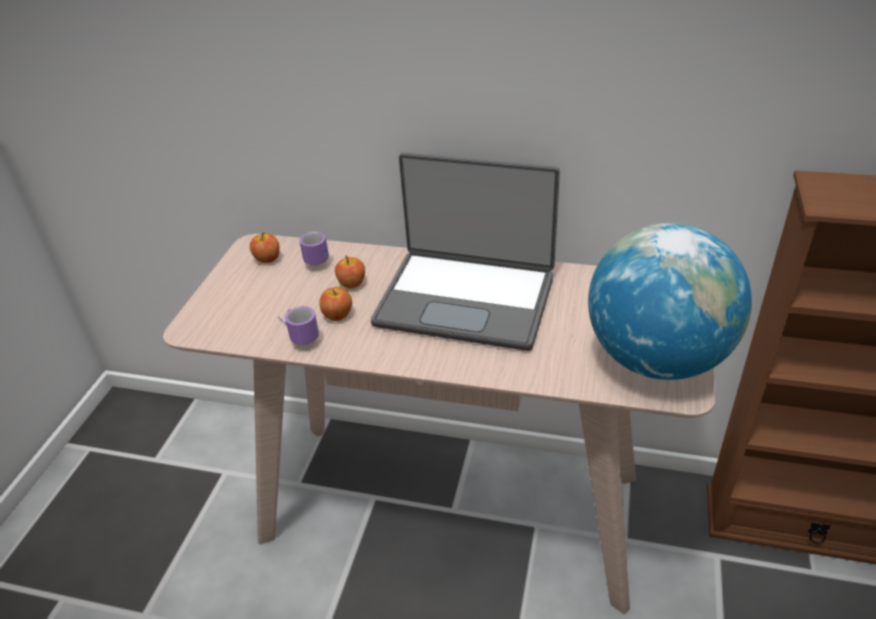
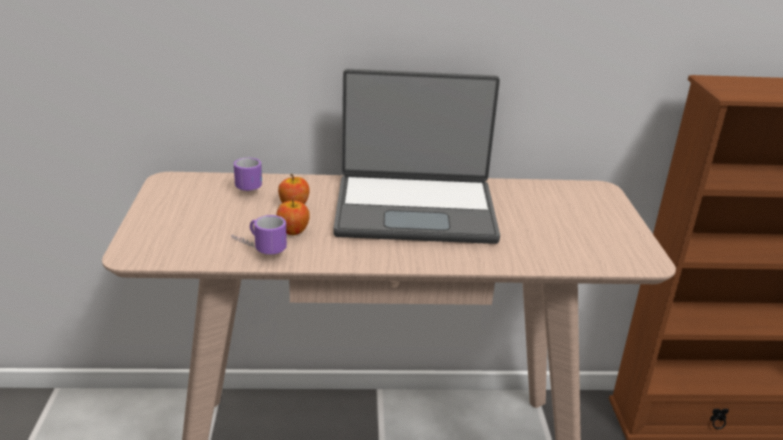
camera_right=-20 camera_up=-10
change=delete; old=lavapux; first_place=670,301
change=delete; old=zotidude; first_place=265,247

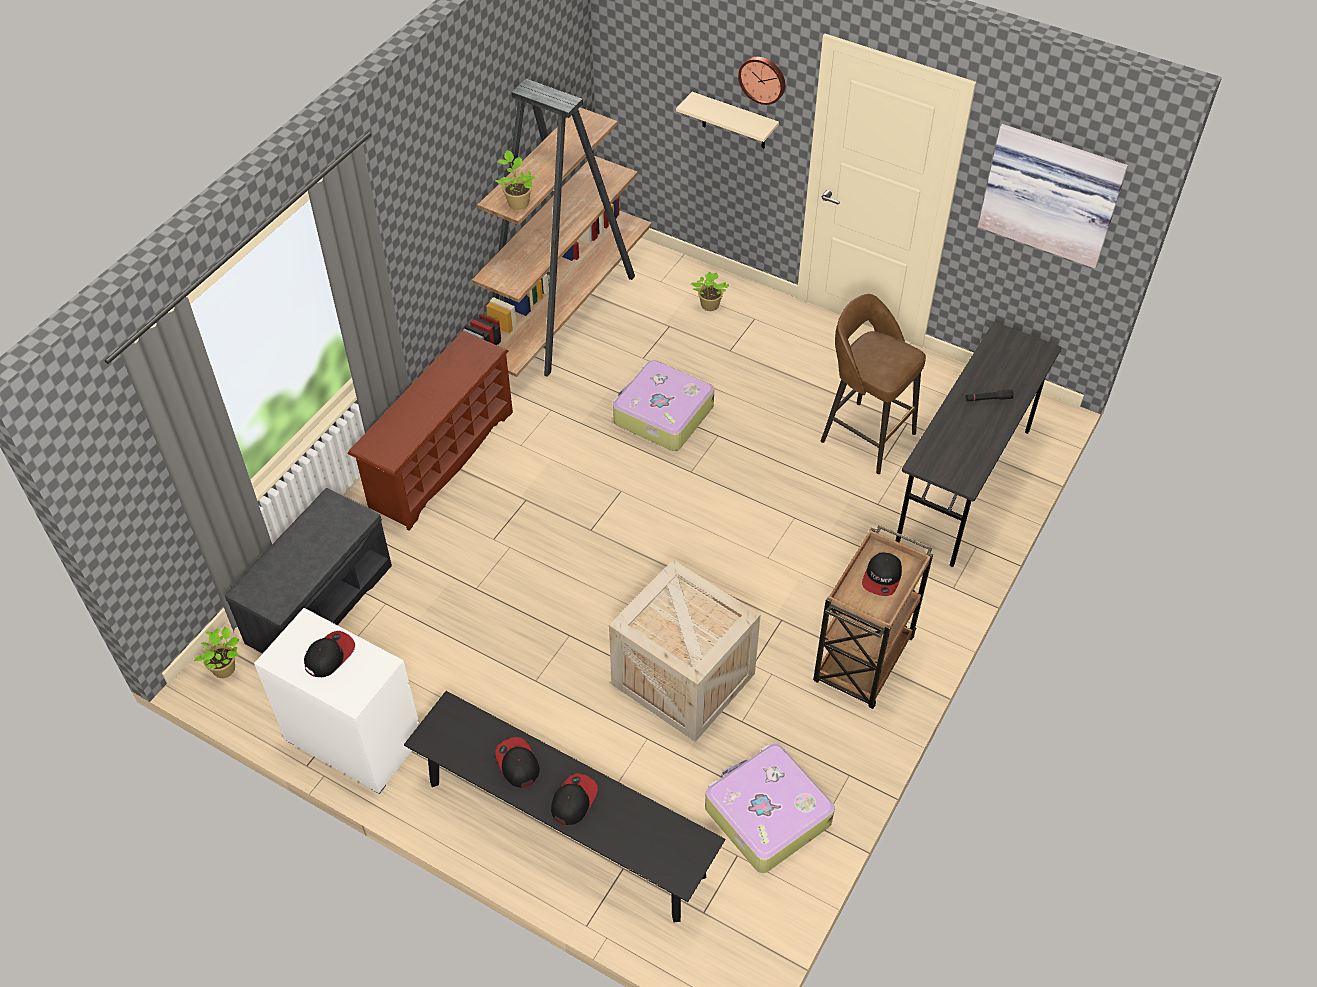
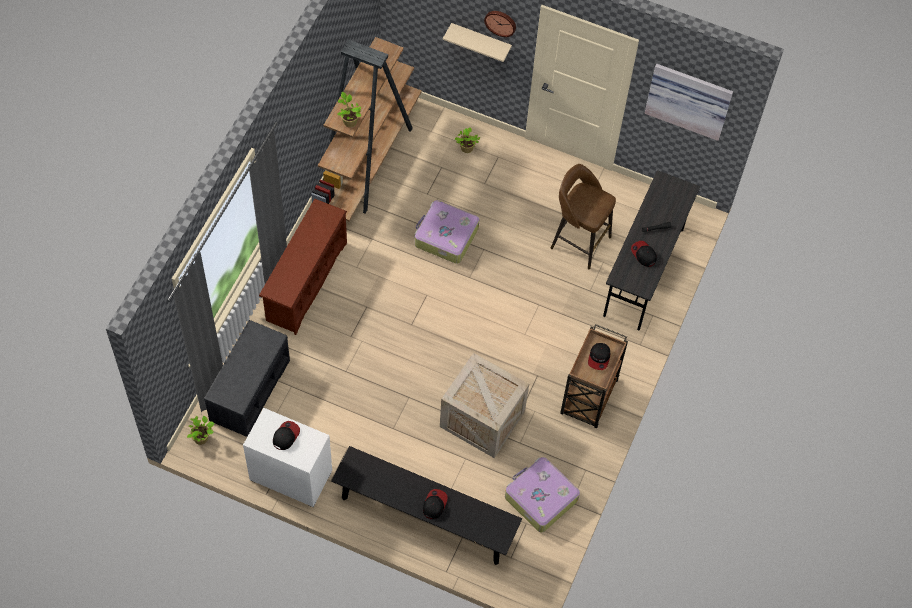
camera_right=-10 camera_up=10
change=move; old=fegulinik; first_place=517,762; second_place=644,254

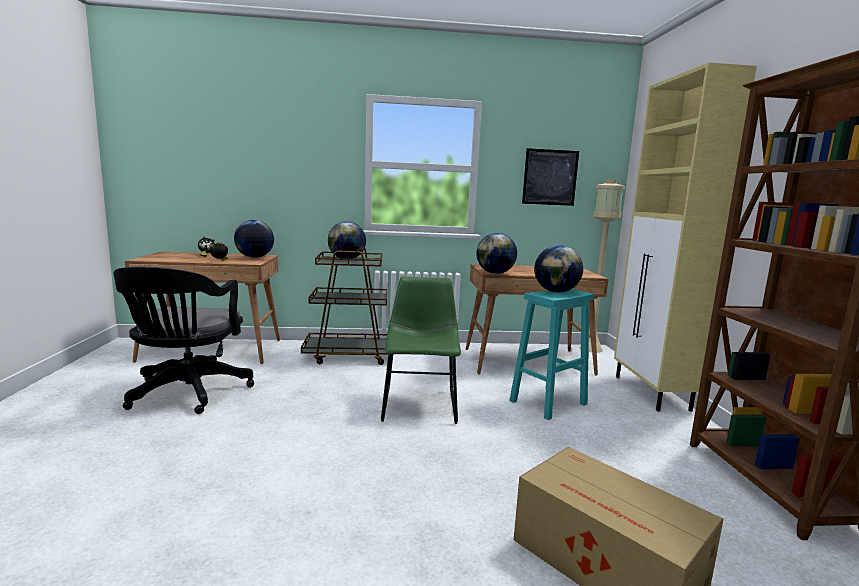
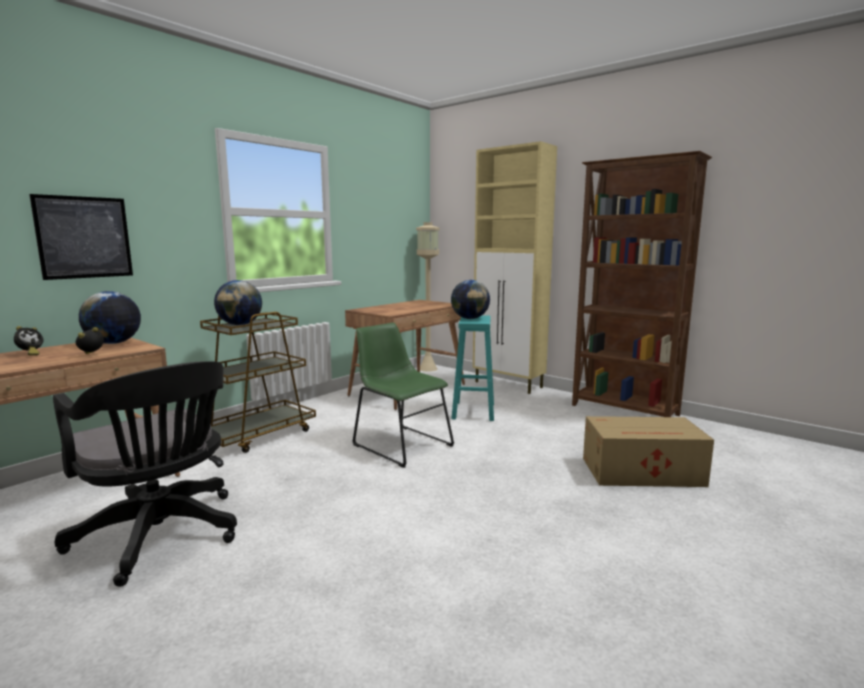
camera_right=-45 camera_up=0
change=move; old=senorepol; first_place=550,177; second_place=81,237
change=delete; old=lavapux; first_place=496,253

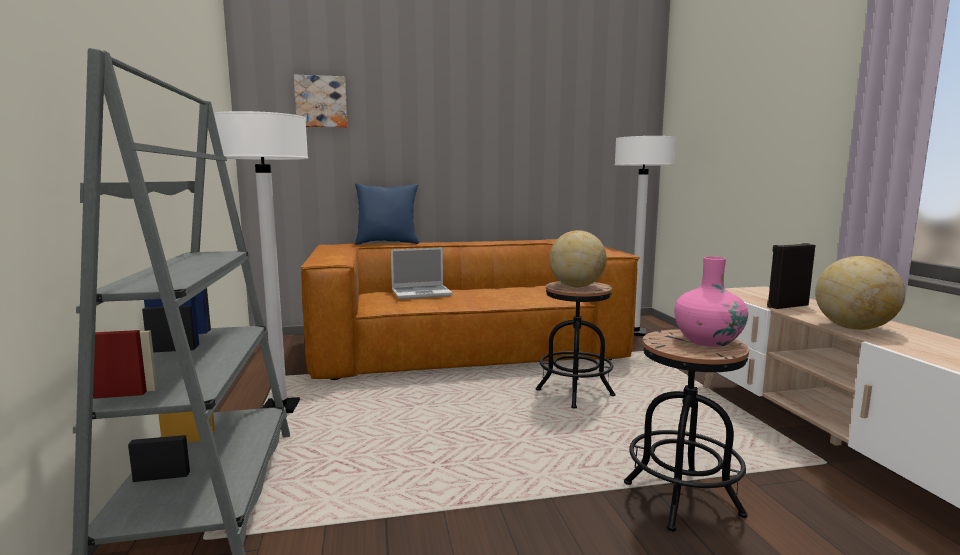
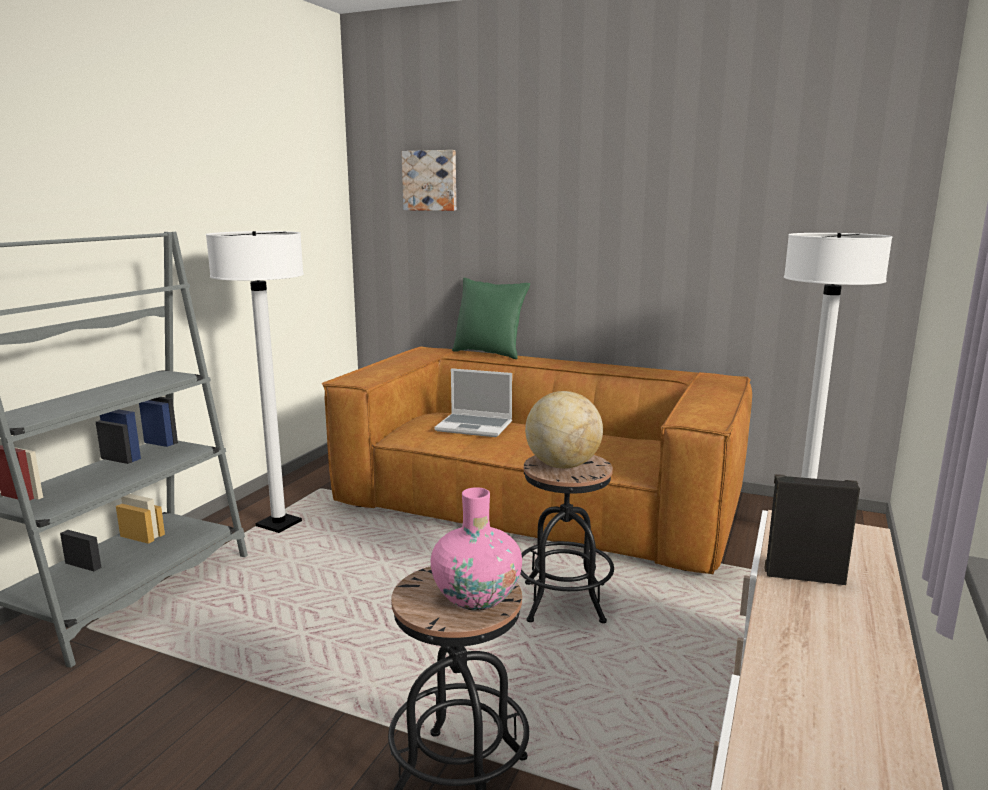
camera_right=35 camera_up=5
change=recolor; old=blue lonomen; new=green lonomen; first_place=387,214; second_place=491,318
change=delete; old=lavapux; first_place=860,293

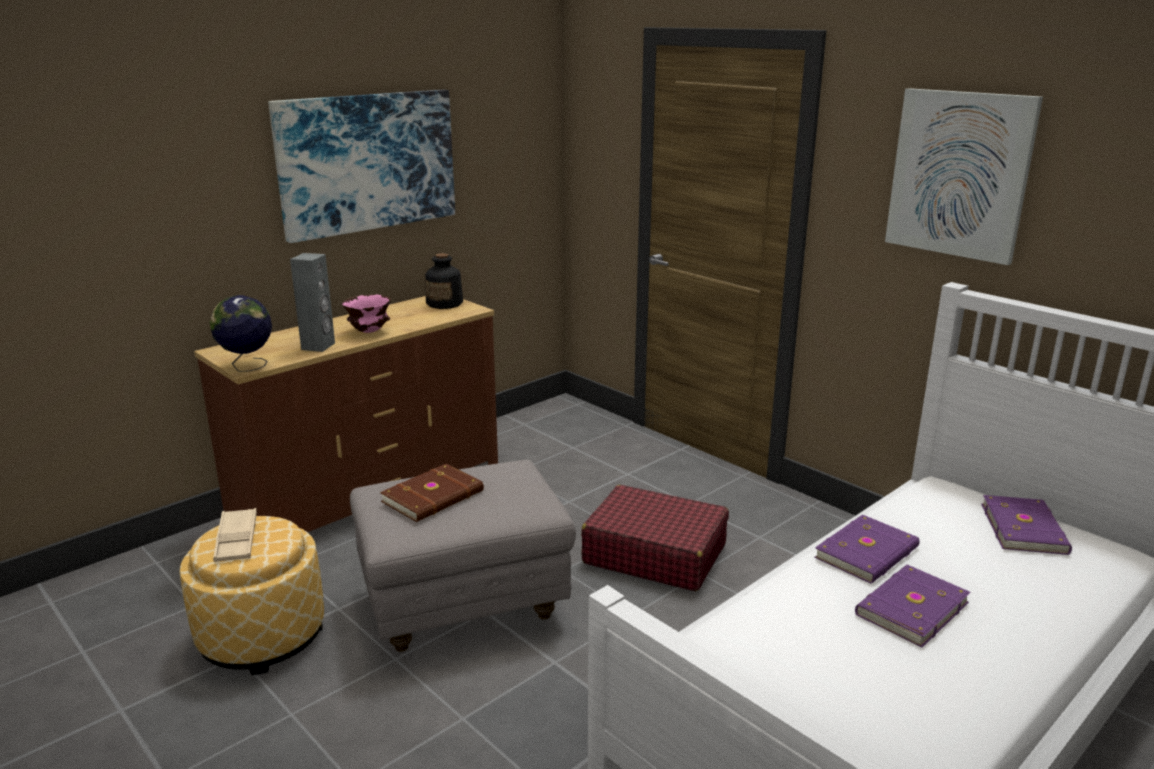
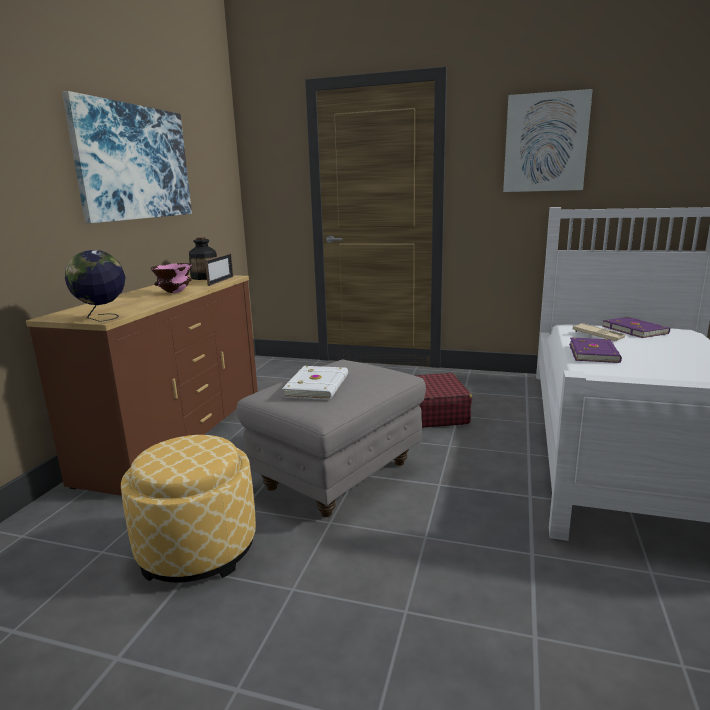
camera_right=-30 camera_up=-5
change=delete; old=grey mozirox; first_place=312,302
change=recolor; old=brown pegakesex; new=white pegakesex; first_place=432,493; second_place=315,383
change=move; old=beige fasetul; first_place=235,535; second_place=599,332
change=delete; old=purple pegakesex; first_place=913,606
change=insert; new=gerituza; second_place=219,269

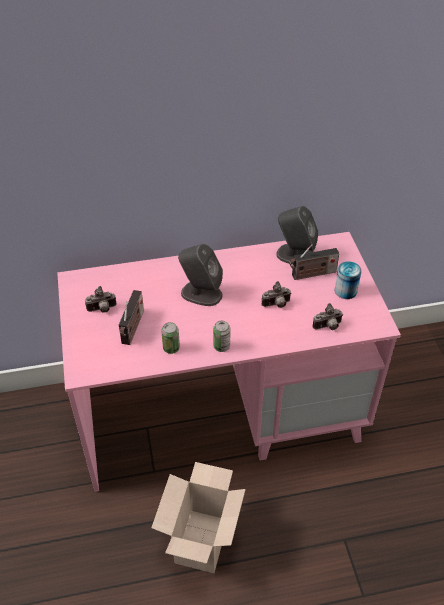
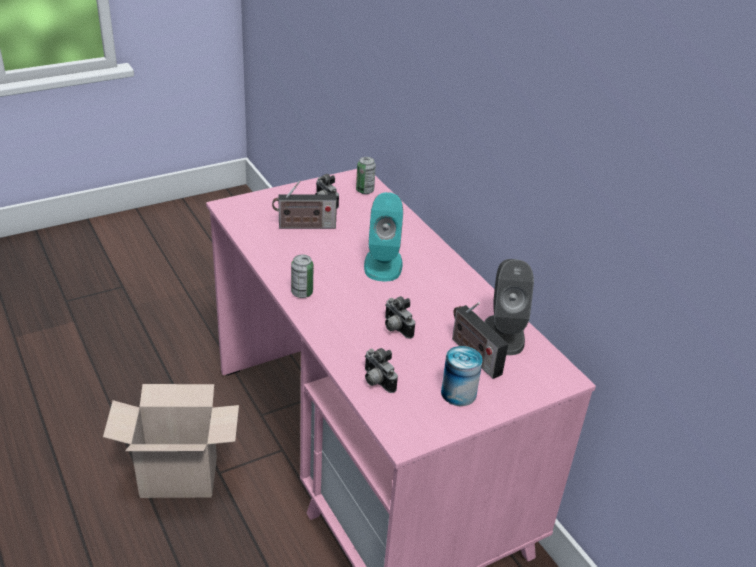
camera_right=70 camera_up=-10
change=recolor; old=grey mozirox; new=turquoise mozirox; first_place=200,275; second_place=383,236
change=move; old=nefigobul; first_place=170,338; second_place=366,175

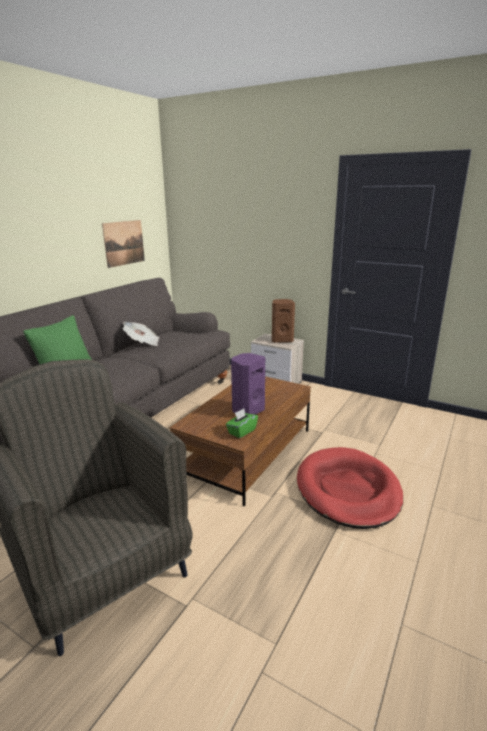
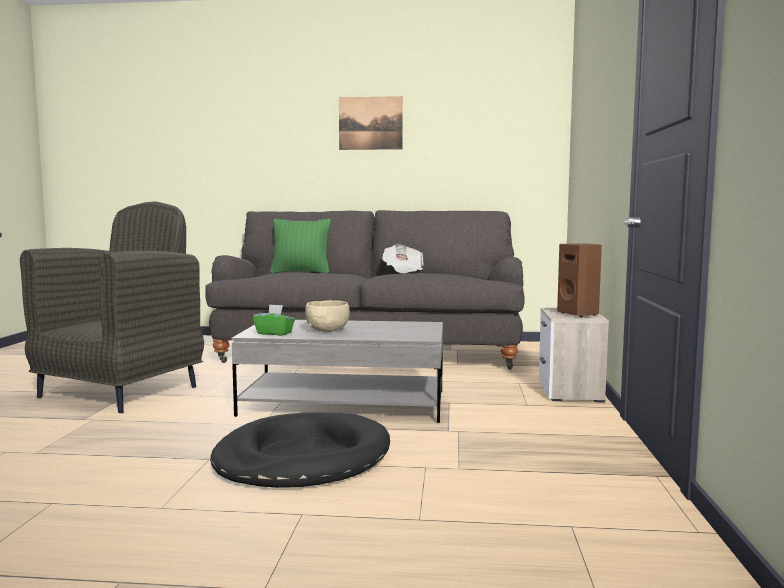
camera_right=65 camera_up=-15
change=move; old=senorepol; first_place=123,244; second_place=371,123
change=replace; old=purple mozirox; new=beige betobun; first_place=248,384; second_place=327,316
change=recolor; old=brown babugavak; new=grey babugavak; first_place=240,441; second_place=337,371
change=recolor; old=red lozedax; new=black lozedax; first_place=350,488; second_place=300,450

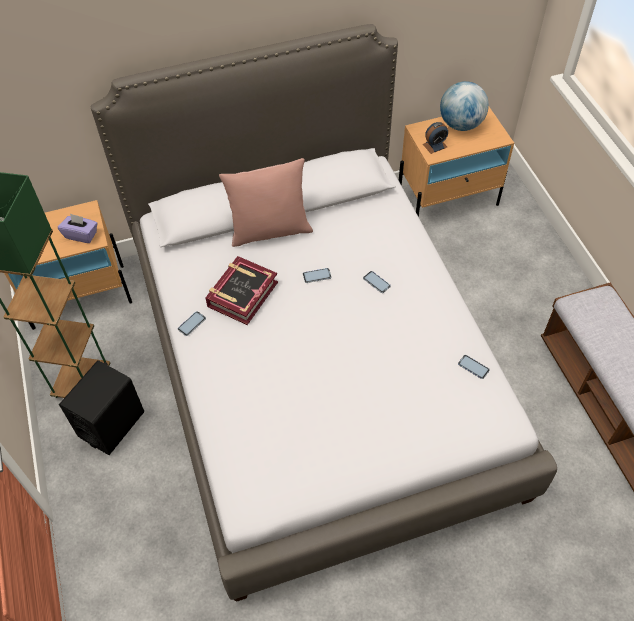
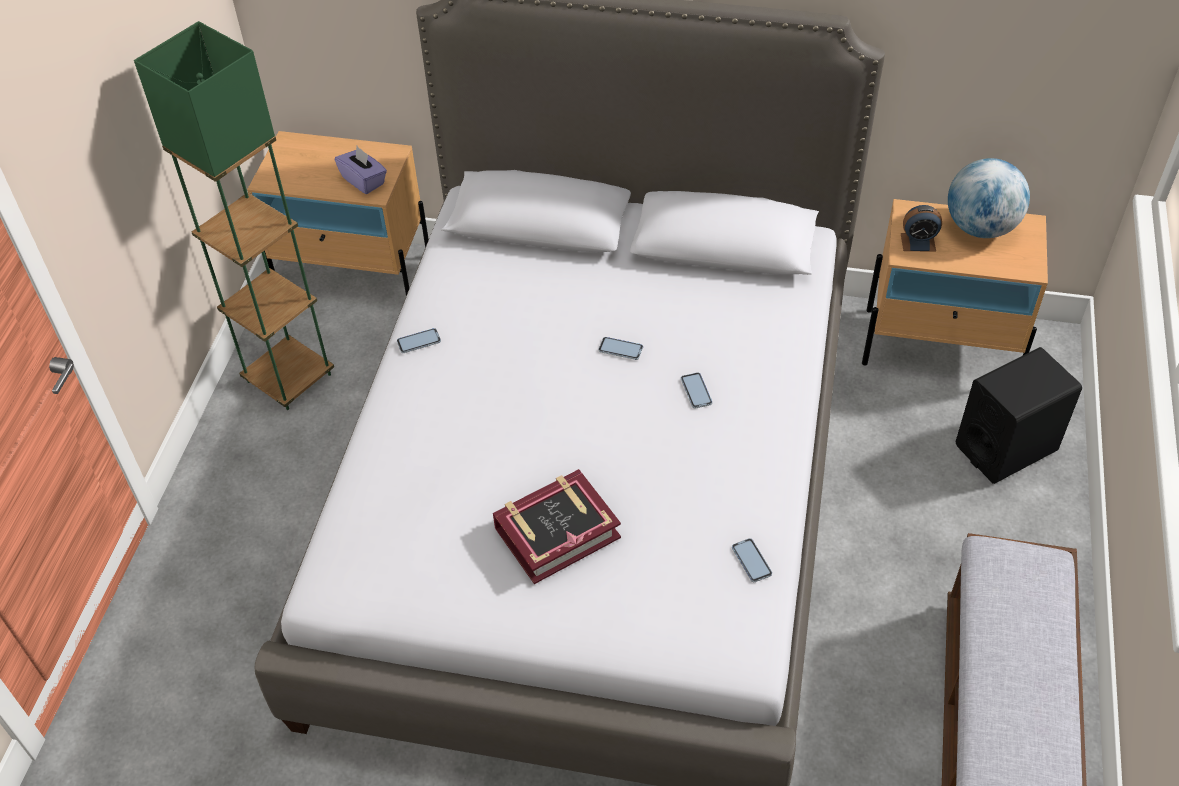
camera_right=30 camera_up=-5
change=delete; old=pink lonomen; first_place=266,202
change=move; old=pegakesex; first_place=242,290; second_place=557,526
change=move; old=black mozirox; first_place=102,407; second_place=1019,415

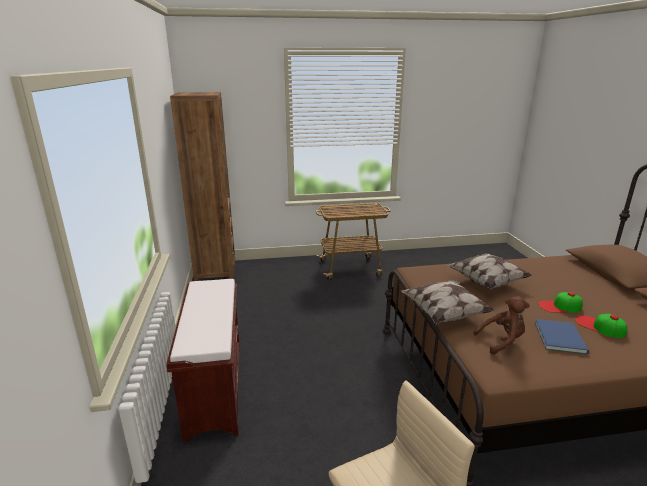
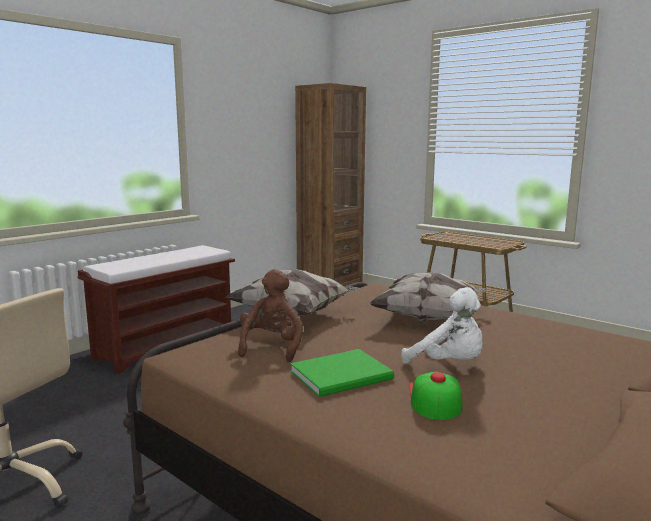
camera_right=50 camera_up=-10
change=replace; old=fegulinik; new=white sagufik; first_place=560,302; second_place=442,325
change=rotate; old=brown sagufik; first_place=501,325; second_place=270,315; degrees=-120
change=recolor; old=blue pegakesex; new=green pegakesex; first_place=562,336; second_place=342,373

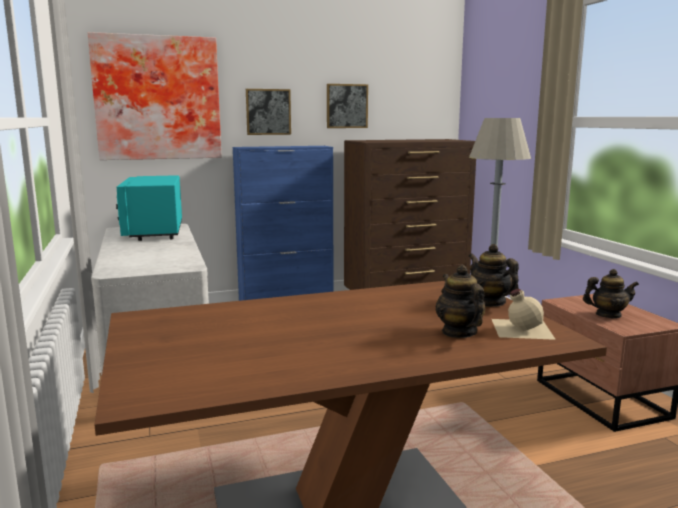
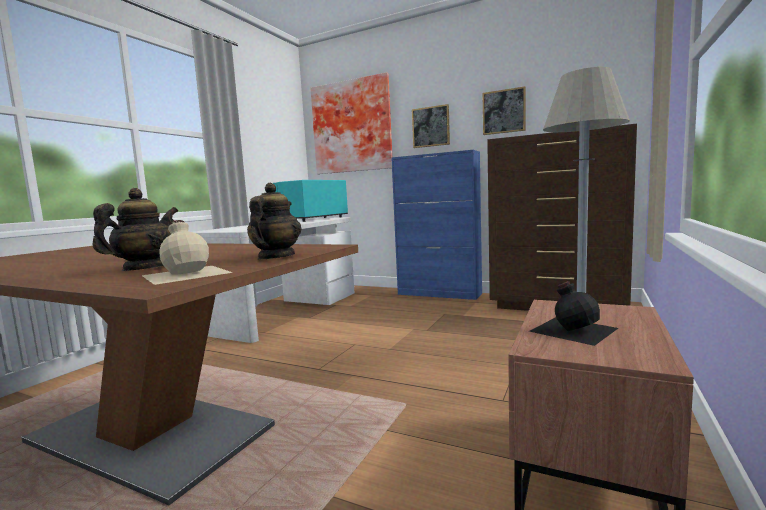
camera_right=45 camera_up=-5
change=replace; old=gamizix; new=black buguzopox; first_place=611,293; second_place=573,313

